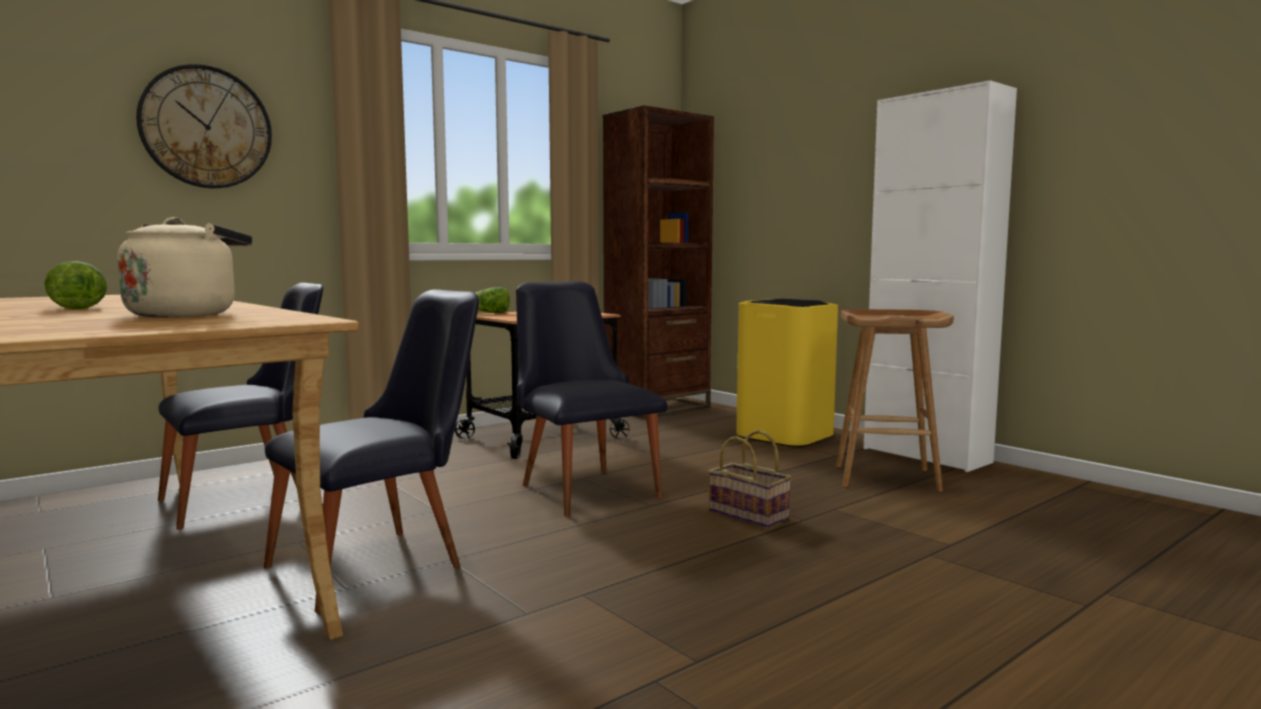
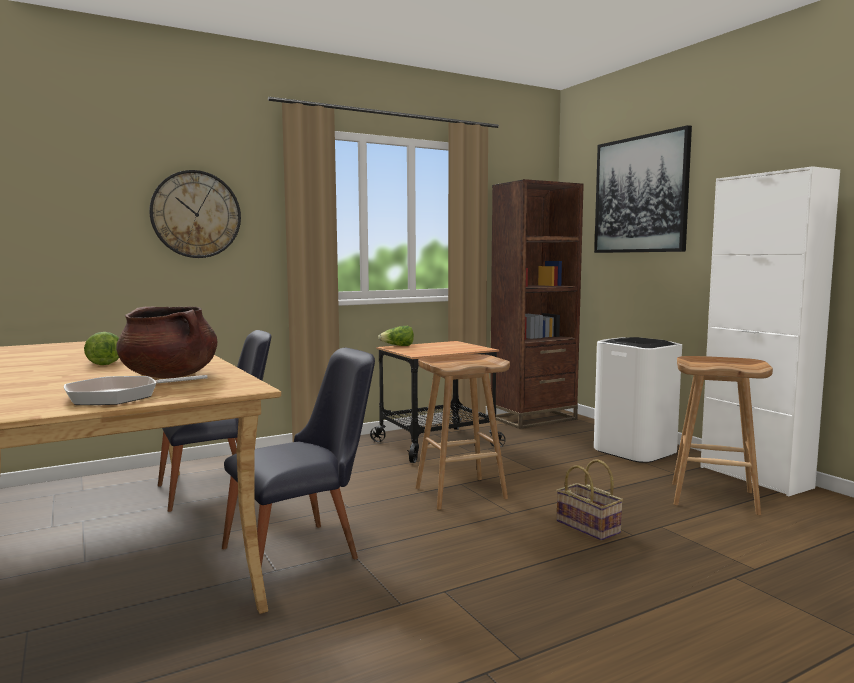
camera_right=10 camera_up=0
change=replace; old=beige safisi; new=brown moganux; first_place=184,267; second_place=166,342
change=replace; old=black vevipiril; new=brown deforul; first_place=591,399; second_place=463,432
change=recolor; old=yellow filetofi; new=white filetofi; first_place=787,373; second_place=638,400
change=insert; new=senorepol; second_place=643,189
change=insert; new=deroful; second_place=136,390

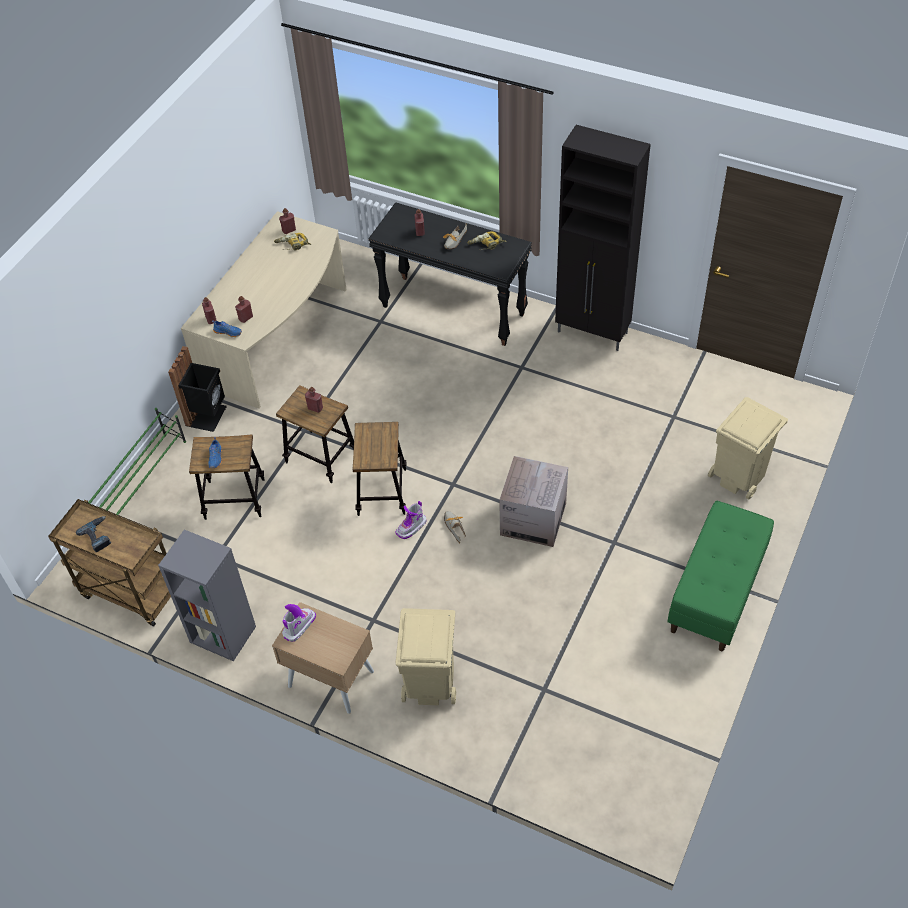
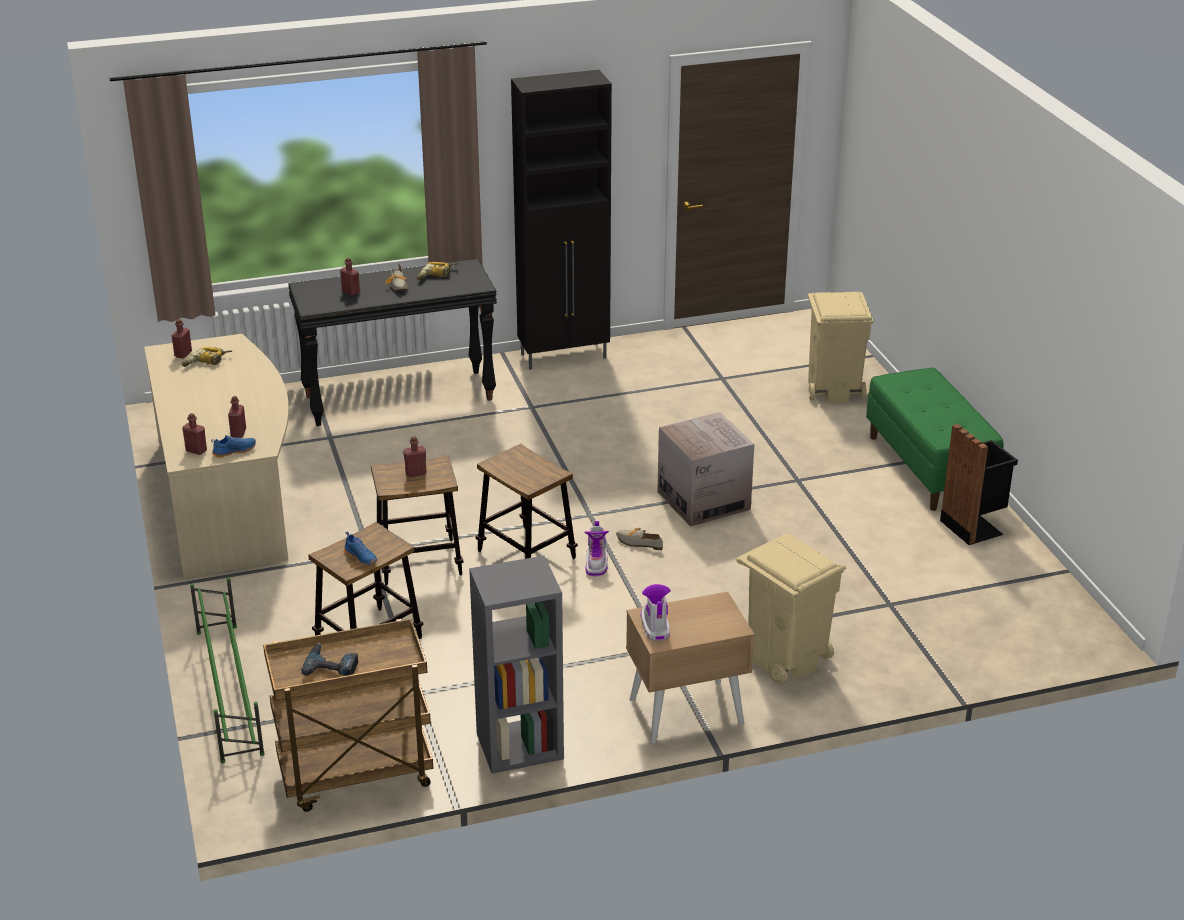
camera_right=-45 camera_up=-20
change=move; old=black filetofi; first_place=197,389; second_place=979,484

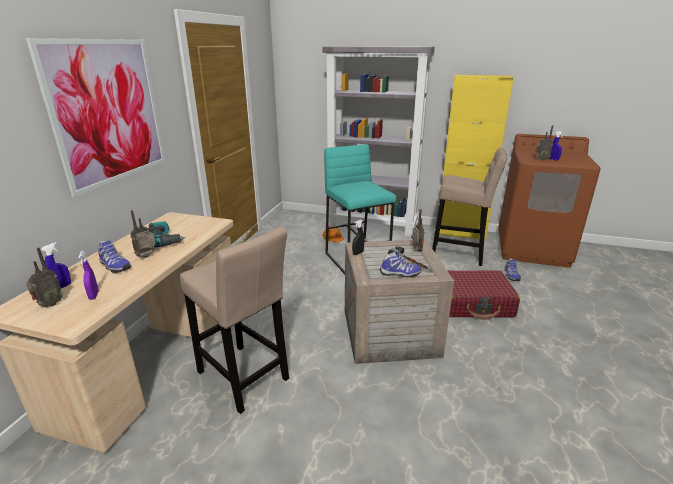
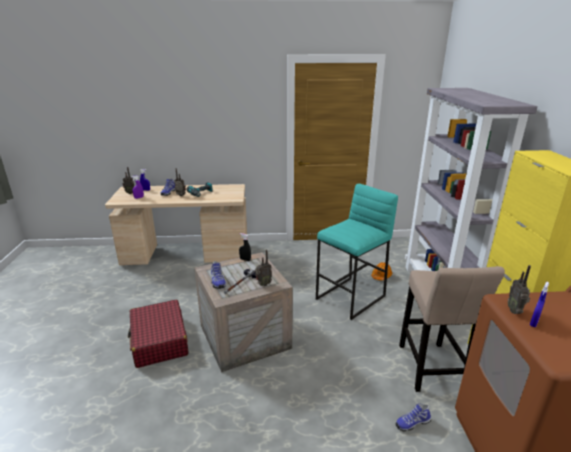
camera_right=70 camera_up=0
change=delete; old=senorepol; first_place=96,117
change=delete; old=beige deforul; first_place=234,320
change=move; old=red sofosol; first_place=484,295; second_place=158,334

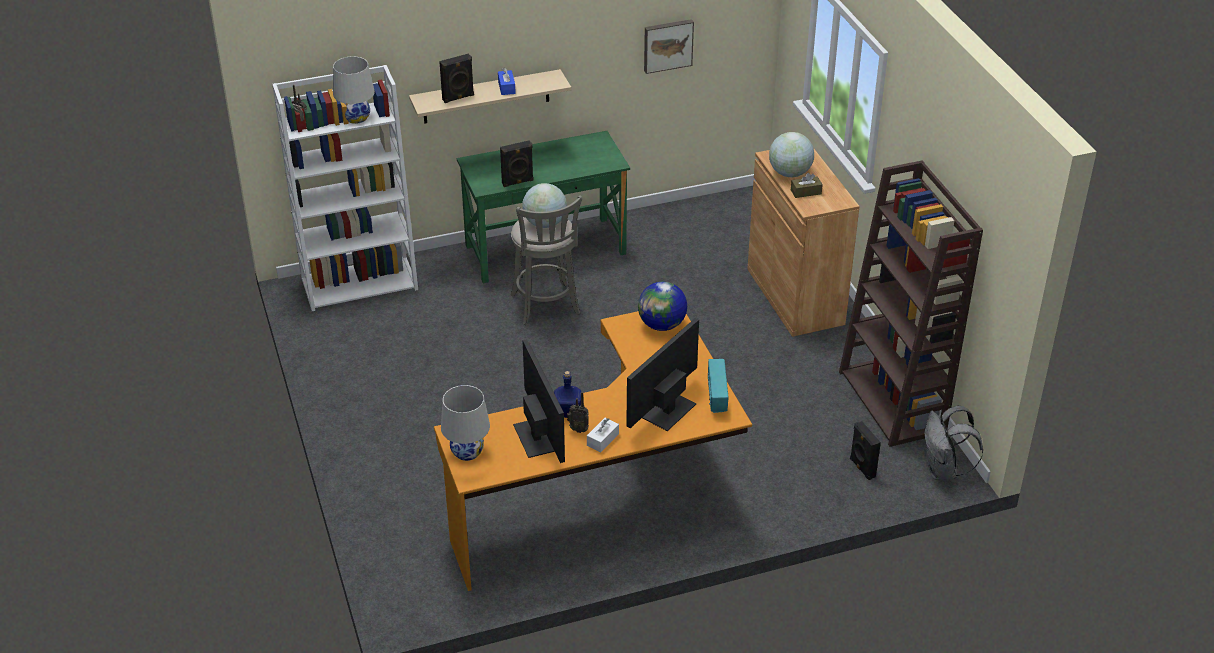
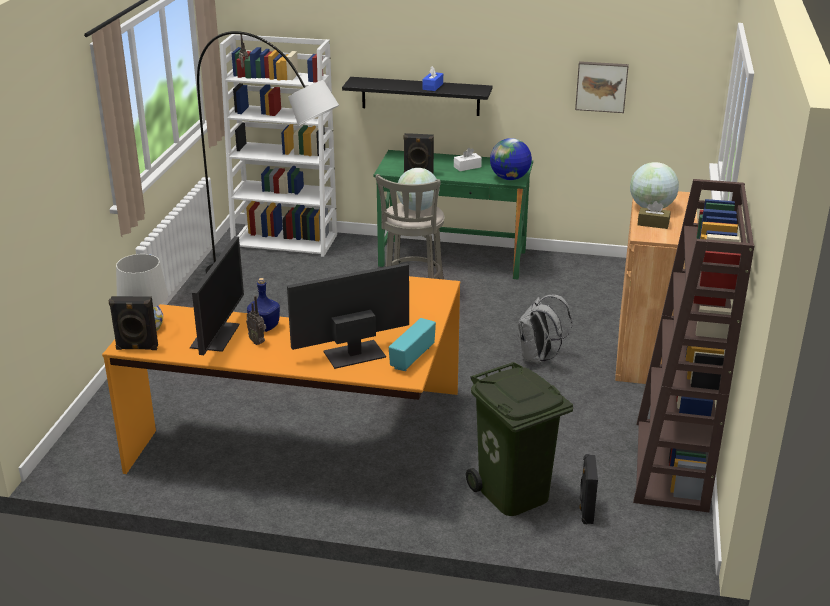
camera_right=30 camera_up=-10
change=move; old=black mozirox; first_place=456,78; second_place=133,323
change=delete; old=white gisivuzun; first_place=354,90
change=recolor; old=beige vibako; new=black vibako; first_place=490,96; second_place=417,96
change=move; old=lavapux; first_place=662,306; second_place=511,159
change=move; old=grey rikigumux; first_place=954,443; second_place=545,329
change=move; old=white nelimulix; first_place=603,435; second_place=468,159
change=insert; new=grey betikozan; second_place=268,152
change=insert; new=green filetofi; second_place=519,439

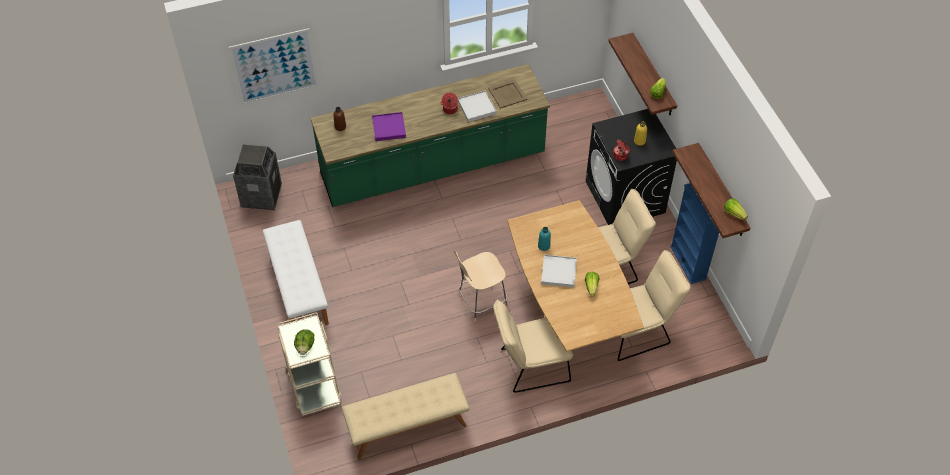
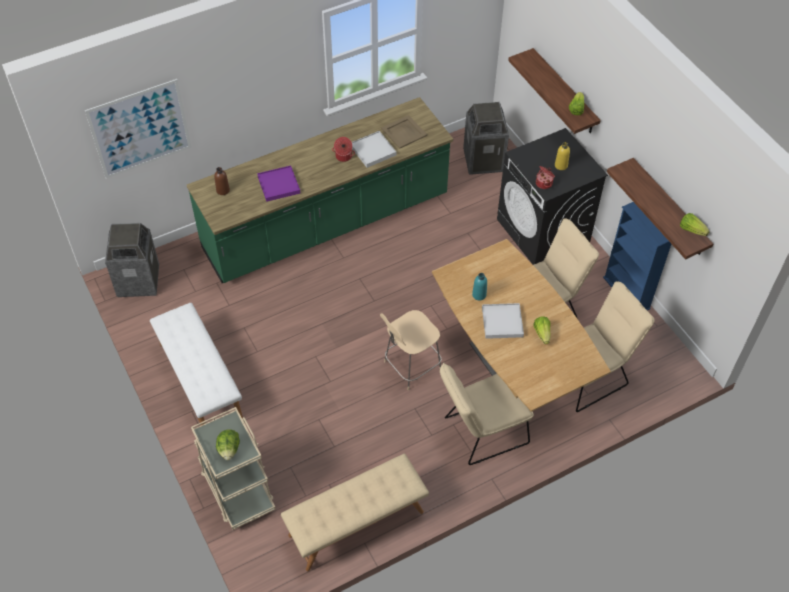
camera_right=-10 camera_up=0
change=insert; new=filetofi; second_place=486,138

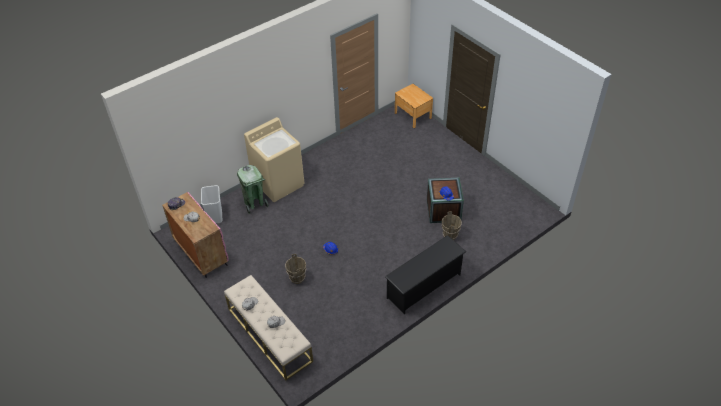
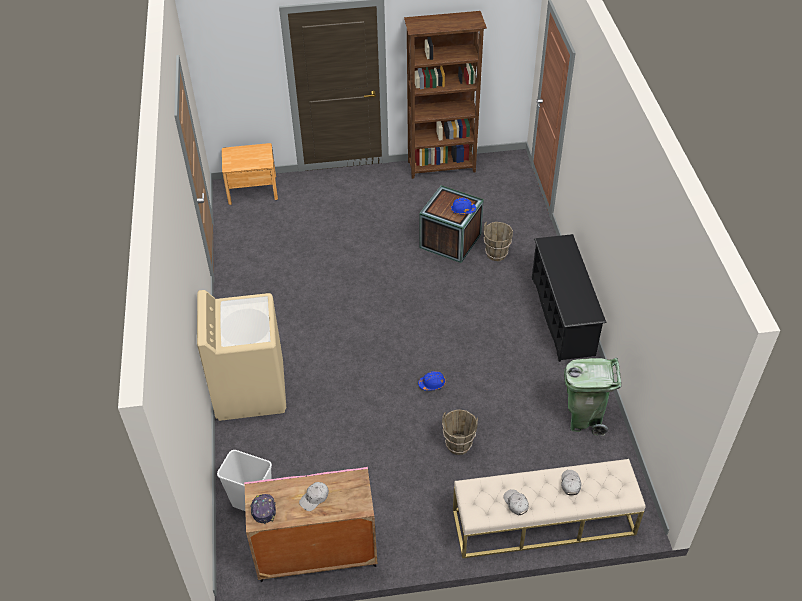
camera_right=-60 camera_up=0
change=move; old=green filetofi; first_place=253,189; second_place=592,397
change=insert; new=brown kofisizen; second_place=445,95

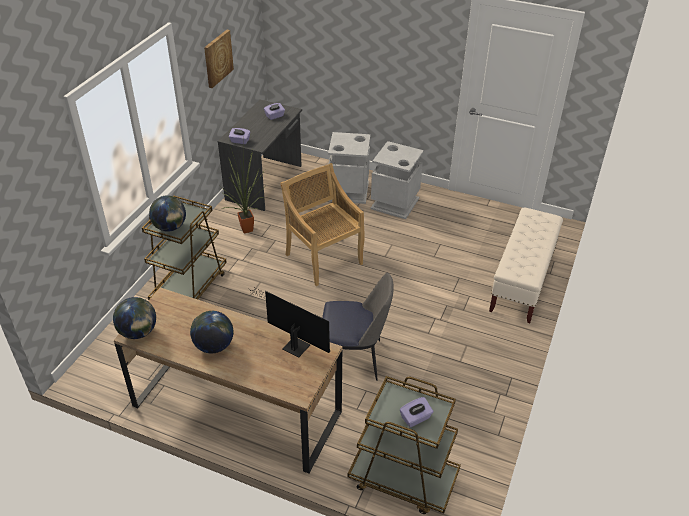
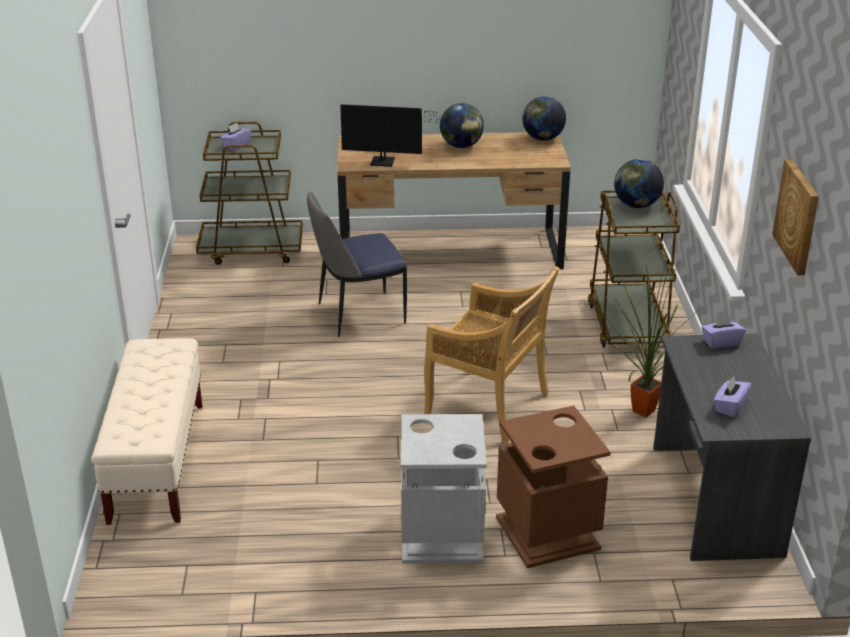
camera_right=155 camera_up=-10
change=recolor; old=grey filetofi; new=brown filetofi; first_place=349,168; second_place=553,486

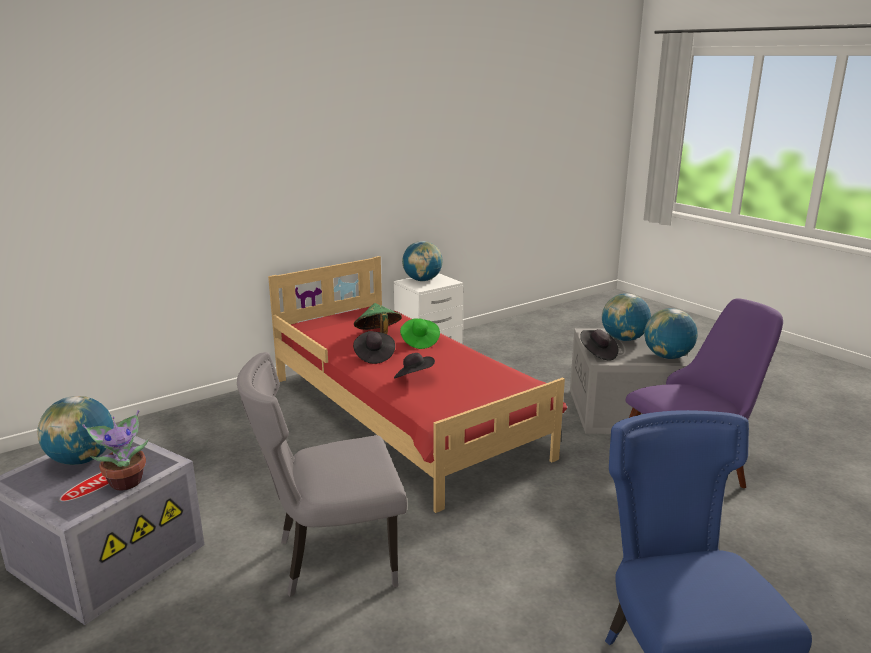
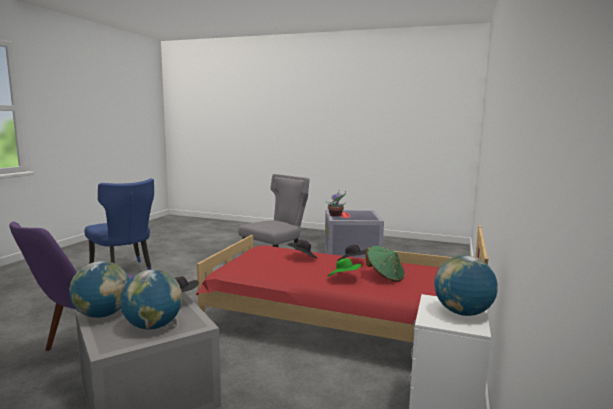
camera_right=145 camera_up=-10
change=delete; old=lavapux; first_place=75,430

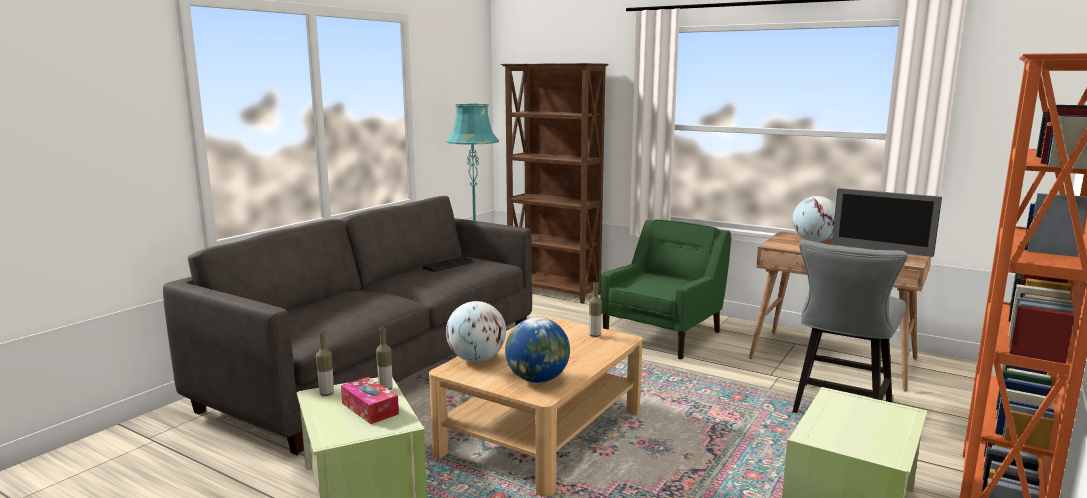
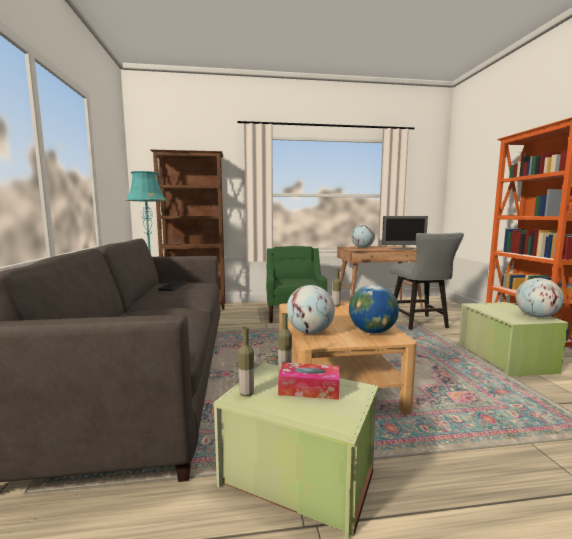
camera_right=-40 camera_up=-5
change=insert; new=lavapux; second_place=539,298

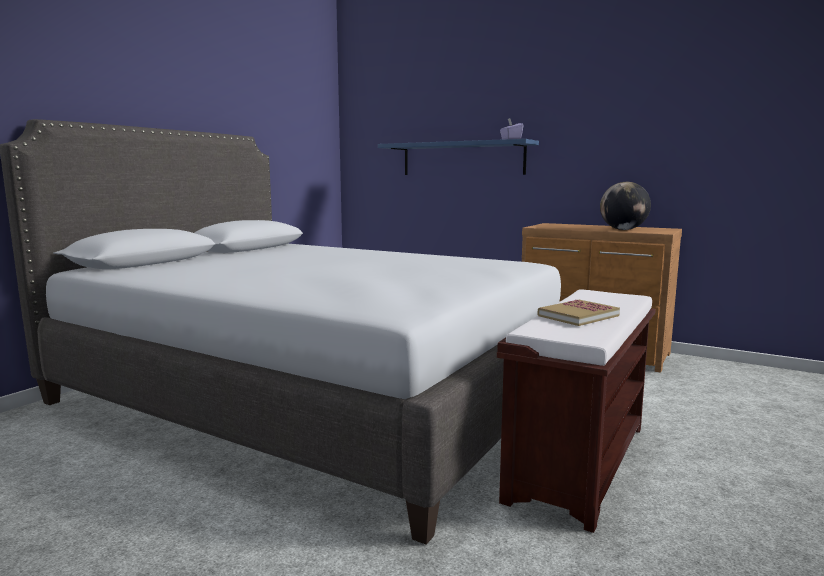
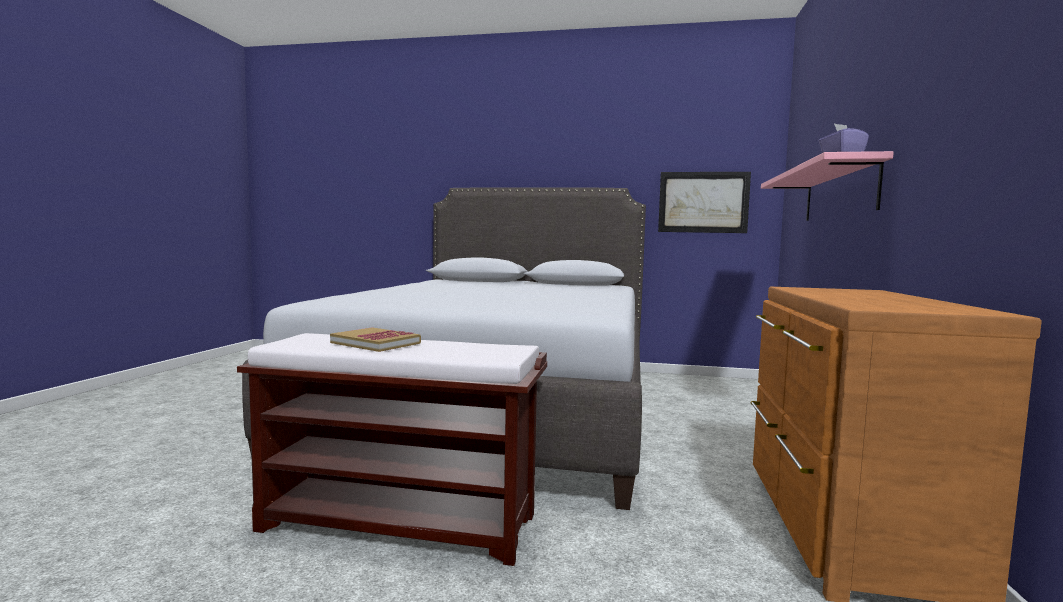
camera_right=70 camera_up=-5
change=recolor; old=blue vibako; new=pink vibako; first_place=458,157; second_place=827,186
change=delete; old=lavapux; first_place=625,206
change=insert; new=senorepol; second_place=704,202

